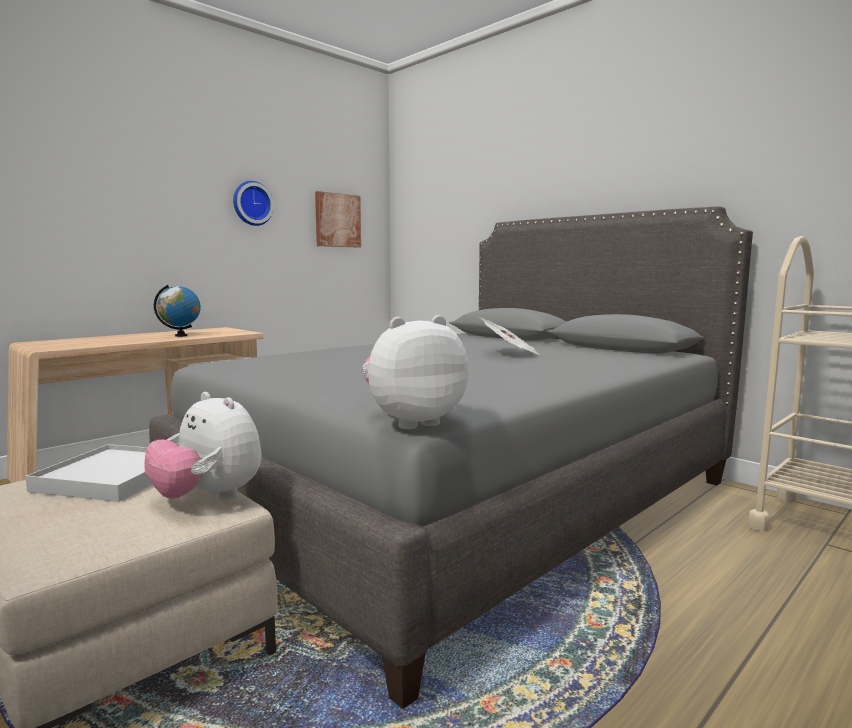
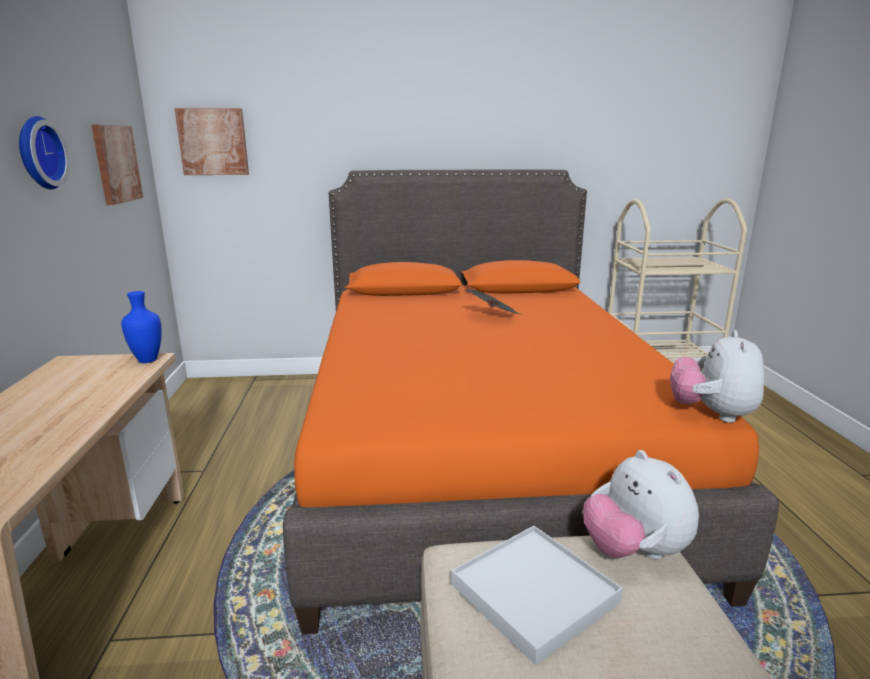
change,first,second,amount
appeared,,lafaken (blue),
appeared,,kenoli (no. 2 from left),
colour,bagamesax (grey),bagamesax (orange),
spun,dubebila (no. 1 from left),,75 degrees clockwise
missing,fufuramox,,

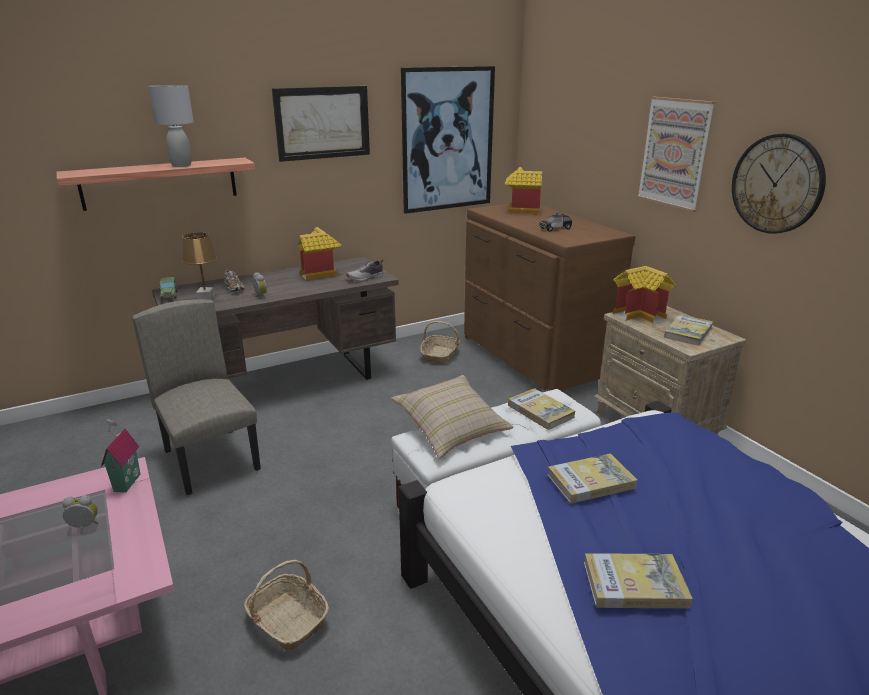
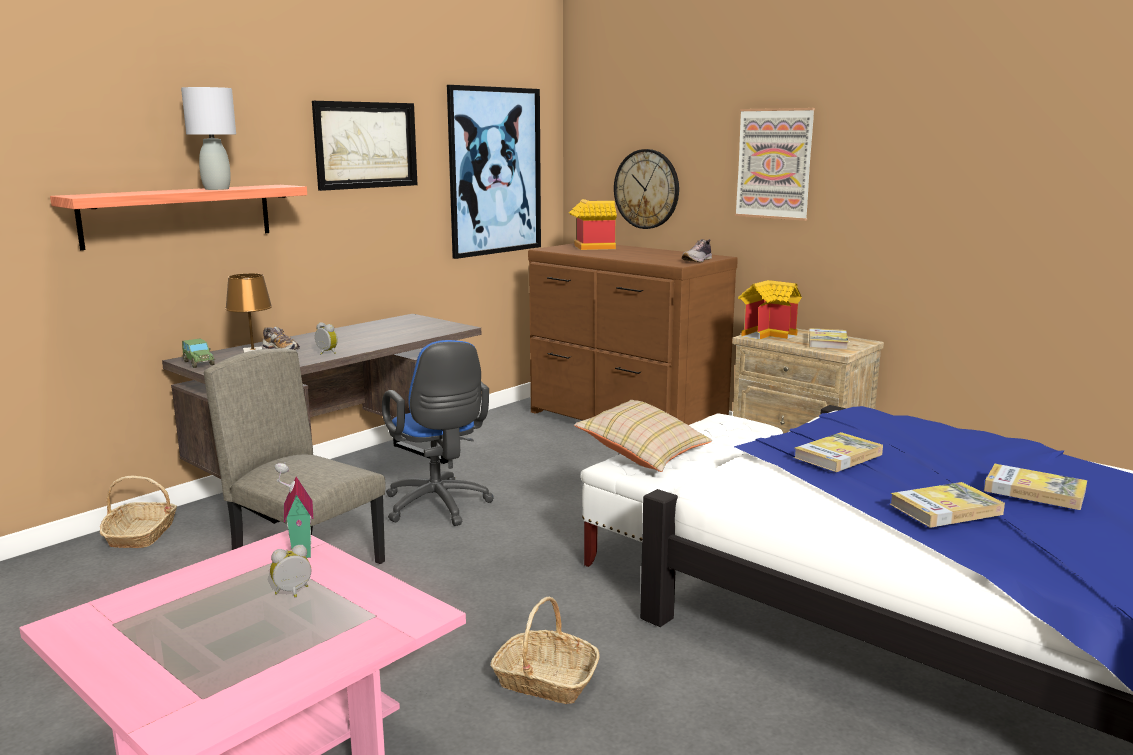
change,first,second,amount
relocated,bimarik (no. 2 from left in the first image),bimarik (no. 1 from left),
appeared,,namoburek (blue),
relocated,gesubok,,
relocated,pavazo (no. 2 from left),,
relocated,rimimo (no. 1 from left in the first image),rimimo (no. 4 from left),
missing,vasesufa (no. 2 from left),,
missing,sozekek (no. 2 from left),,

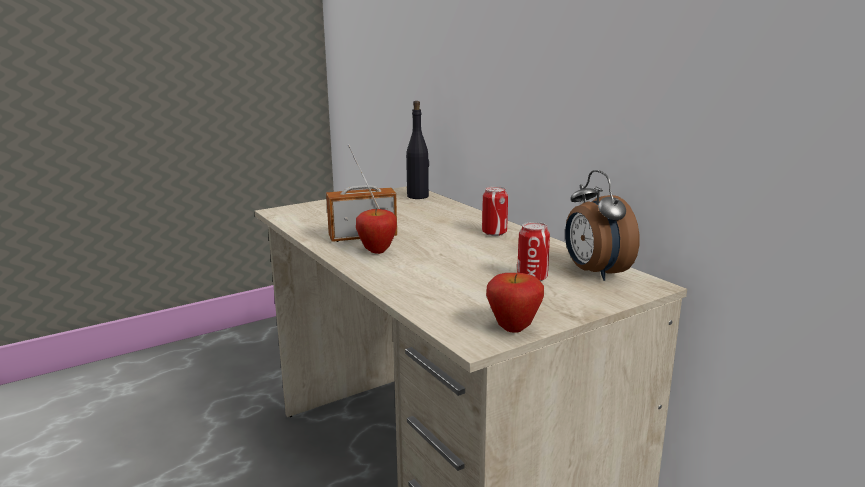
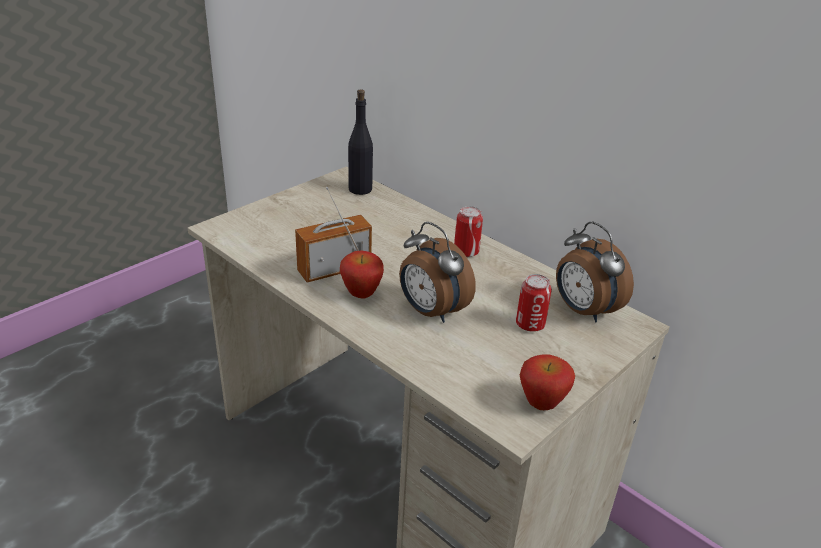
change,first,second,amount
appeared,,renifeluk (no. 1 from left),

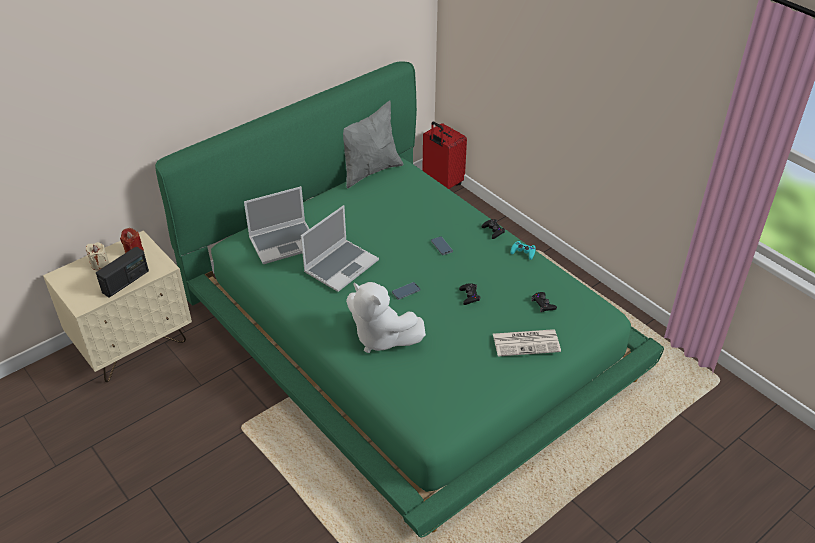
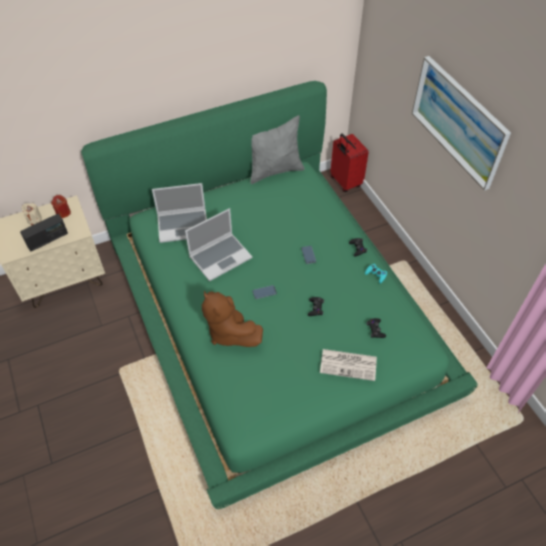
change,first,second,amount
colour,dubebila (white),dubebila (brown),
appeared,,kenoli,

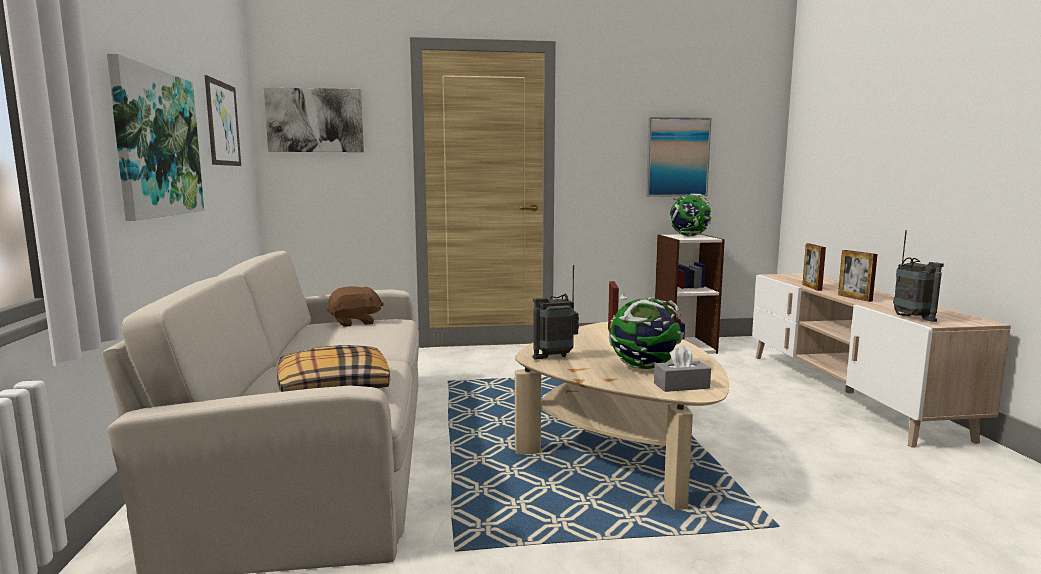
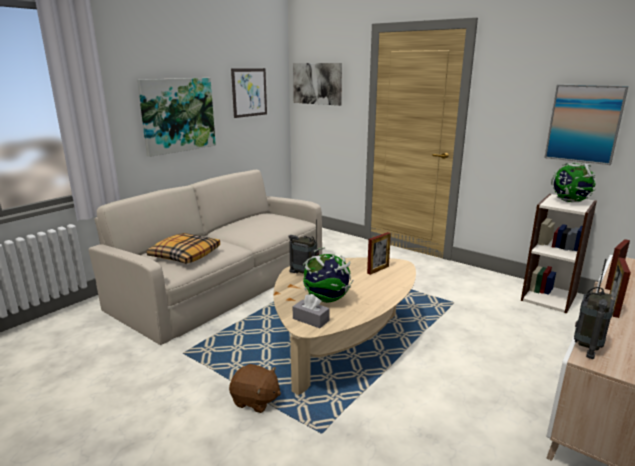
change,first,second,amount
relocated,dubebila (brown),,

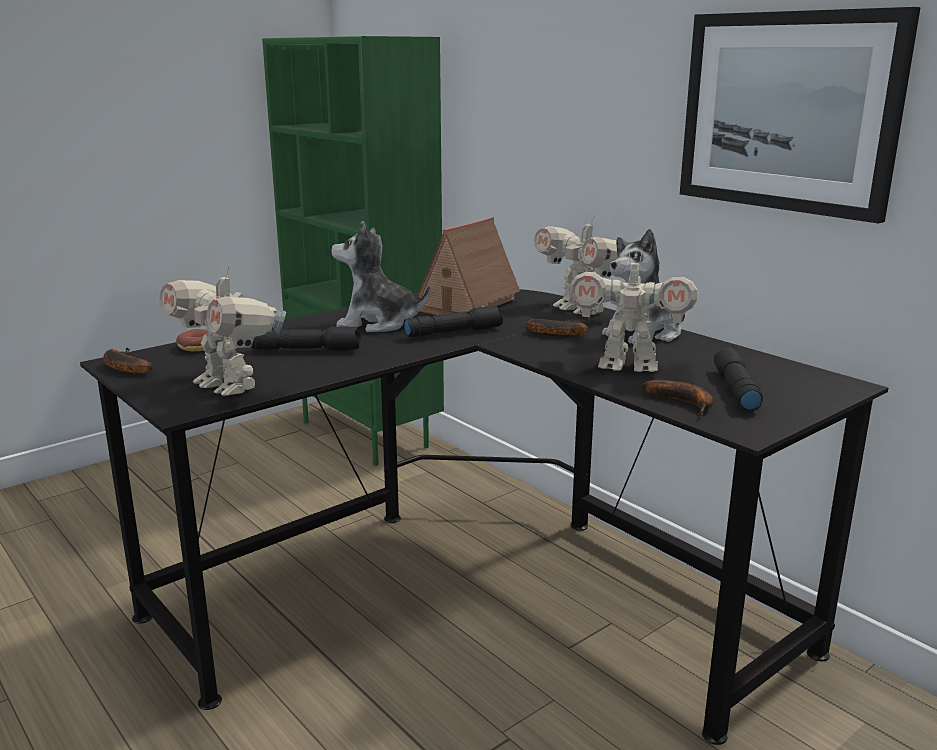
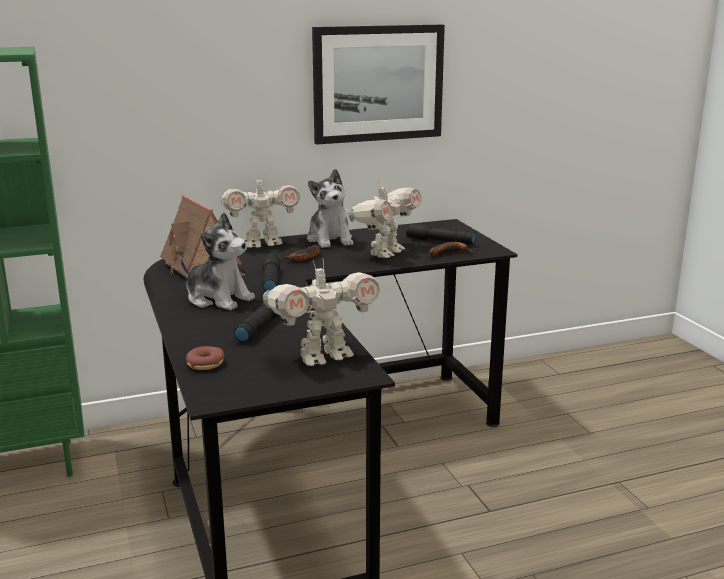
change,first,second,amount
spun,dubebila (no. 1 from left),,90 degrees counterclockwise
missing,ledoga (no. 1 from left),,

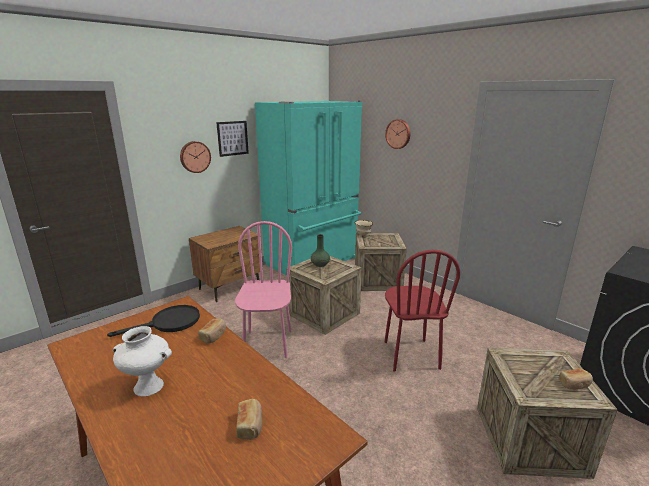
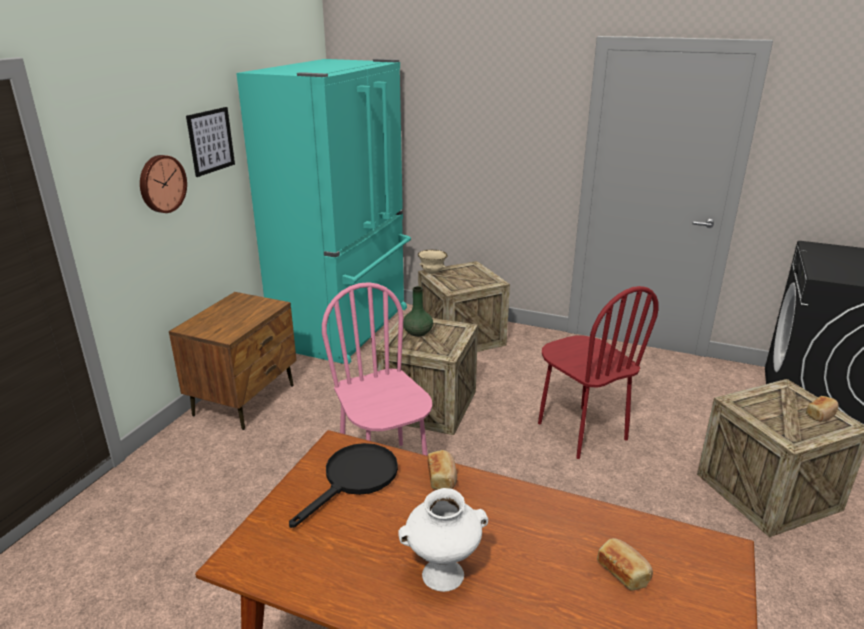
change,first,second,amount
missing,gesubok (no. 2 from left),,

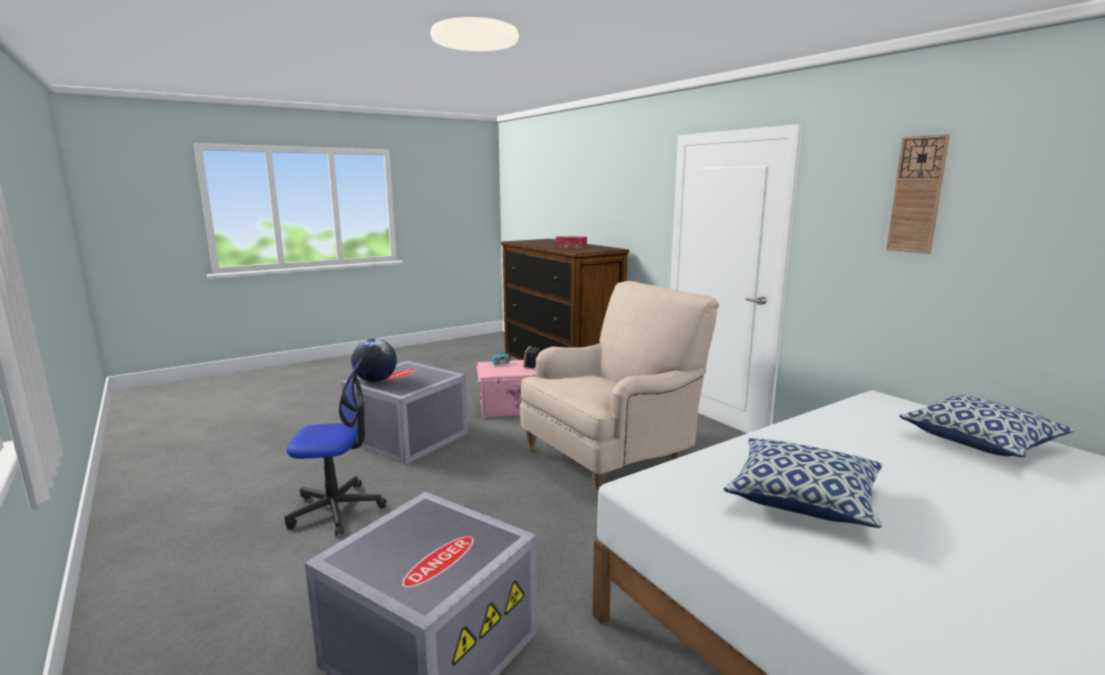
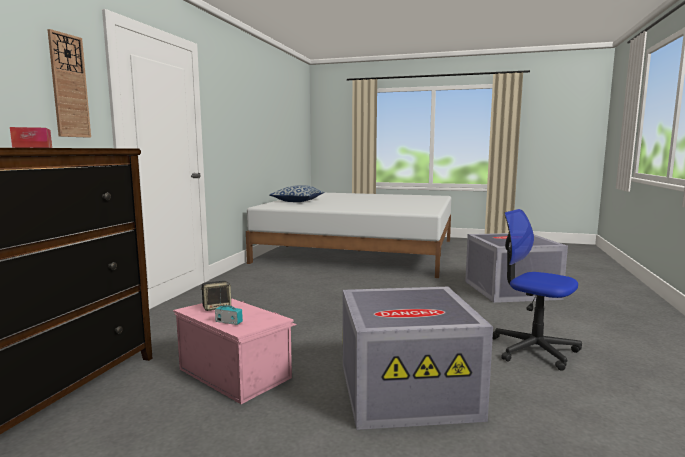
change,first,second,amount
relocated,gesubok,,
missing,fufuramox,,
missing,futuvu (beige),,
missing,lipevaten (no. 1 from left),,

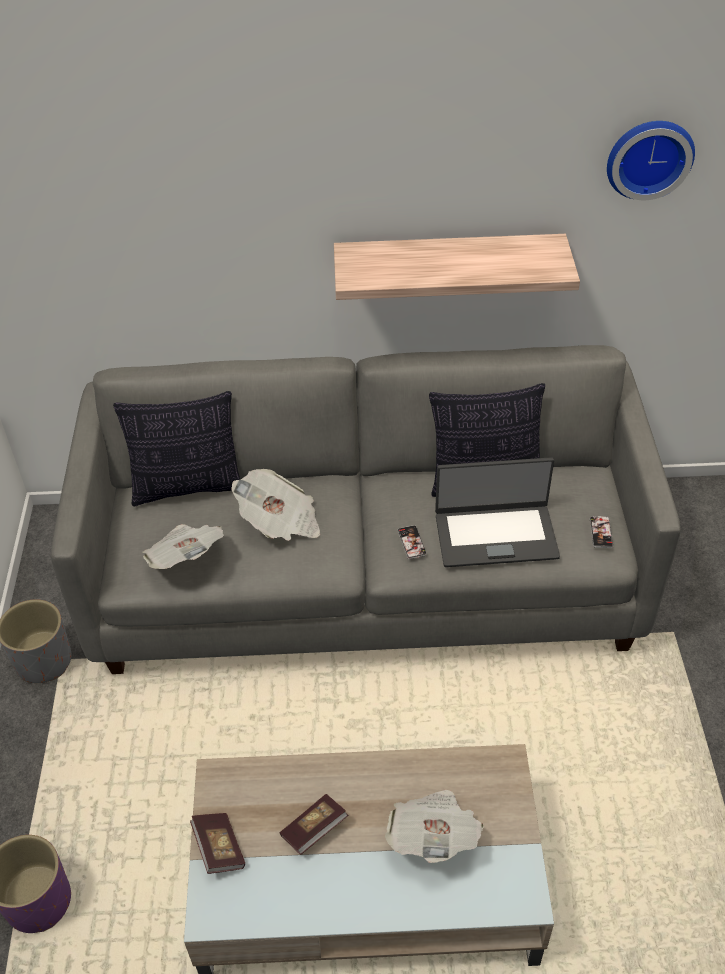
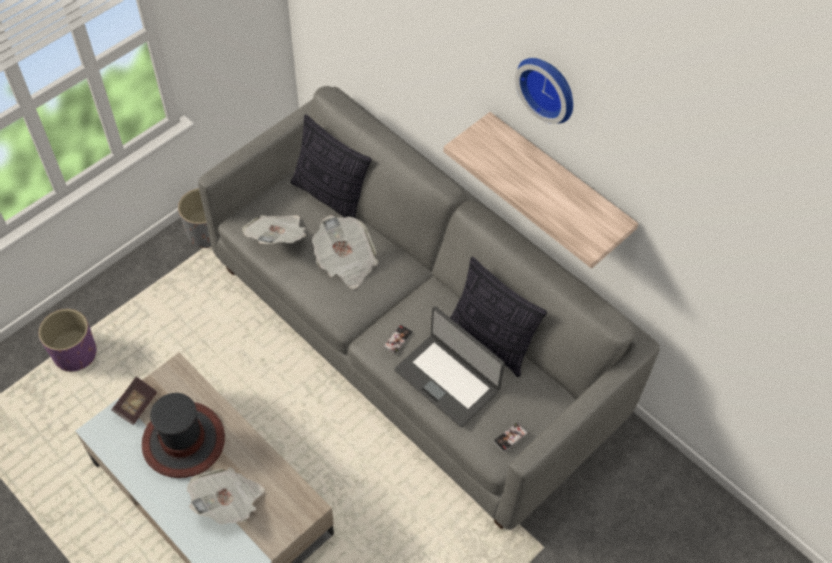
change,first,second,amount
exchanged,rimimo (no. 2 from left),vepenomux,
relocated,gesubok,,

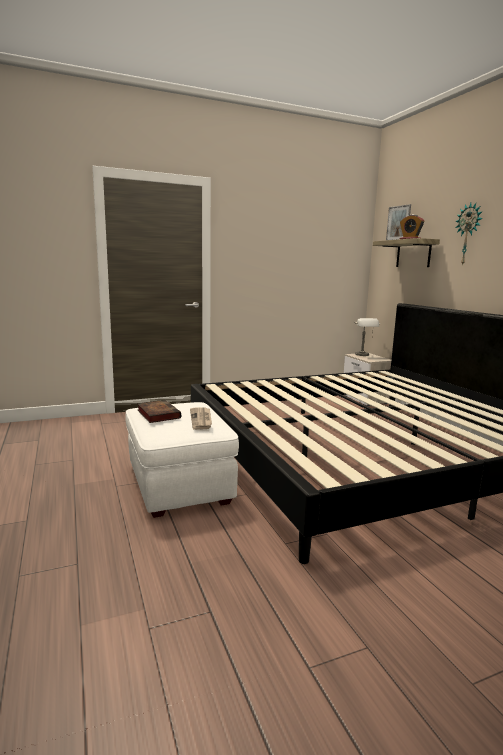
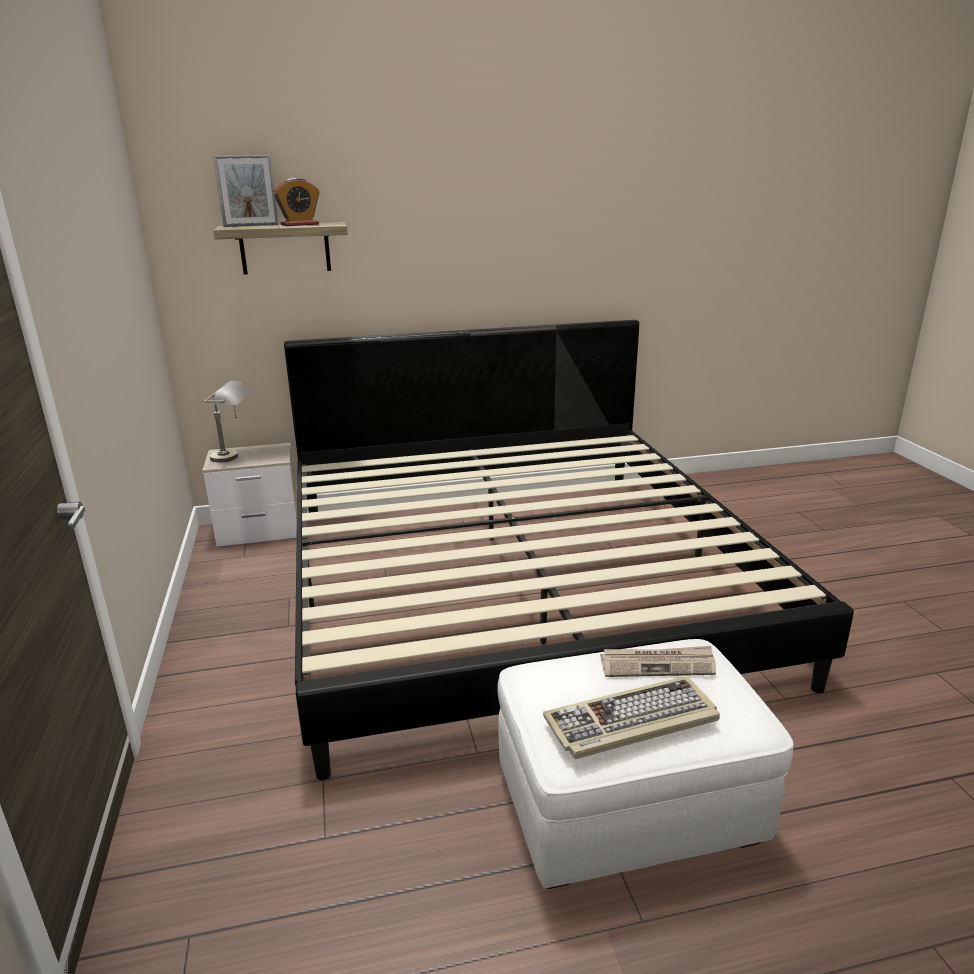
change,first,second,amount
exchanged,rimimo,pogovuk,
missing,gesubok,,

